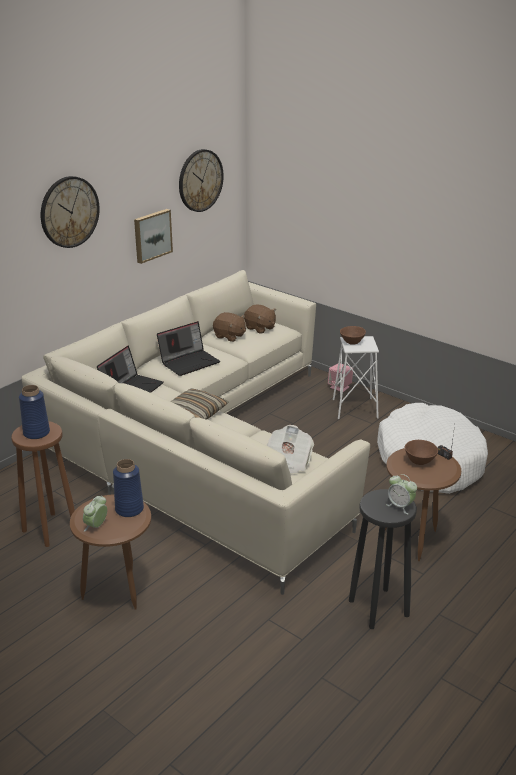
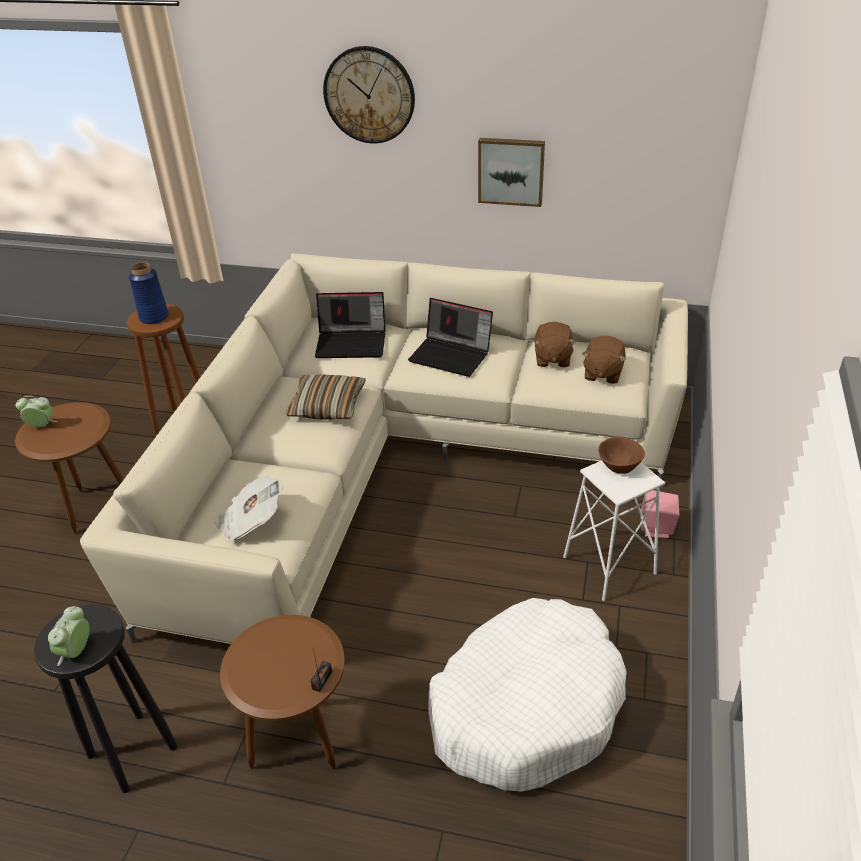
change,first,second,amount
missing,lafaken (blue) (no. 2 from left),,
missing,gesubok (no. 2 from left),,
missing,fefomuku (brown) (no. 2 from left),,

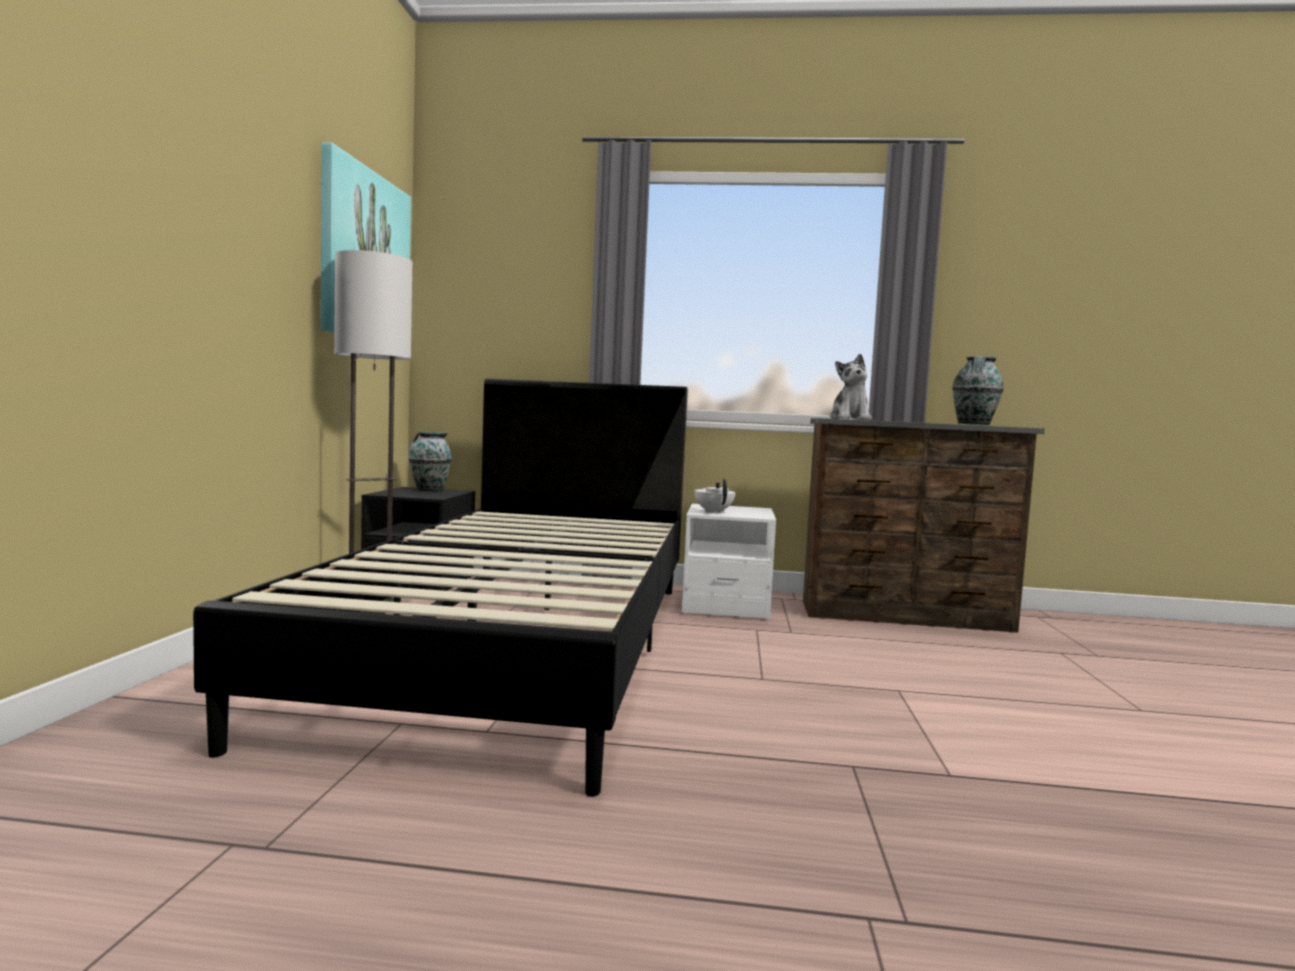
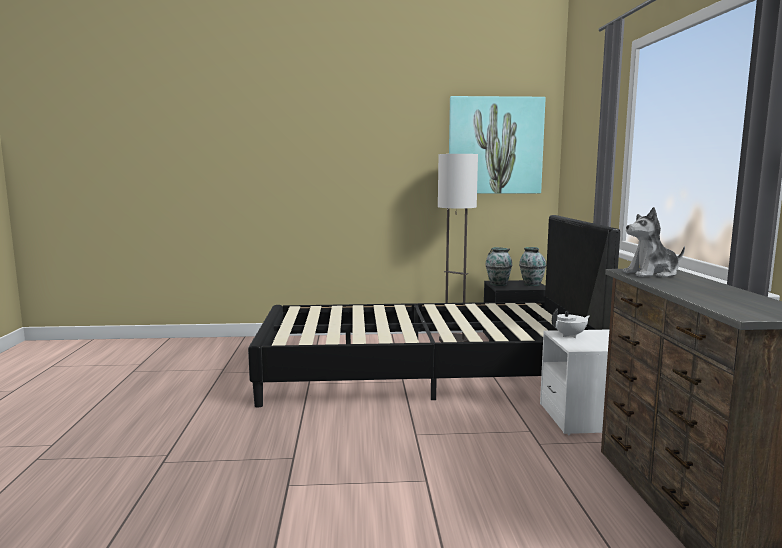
change,first,second,amount
relocated,lafaken (no. 2 from left in the first image),lafaken (no. 1 from left),

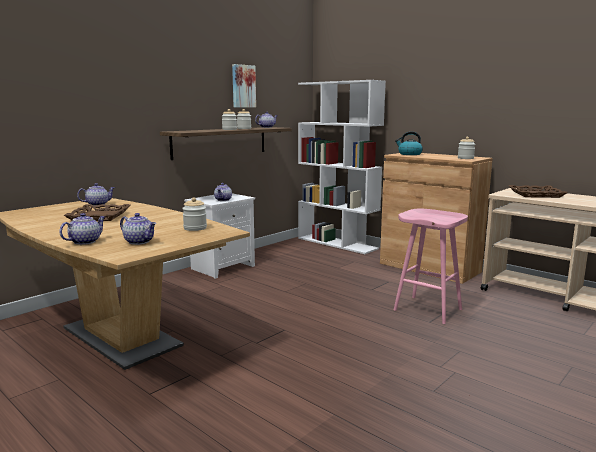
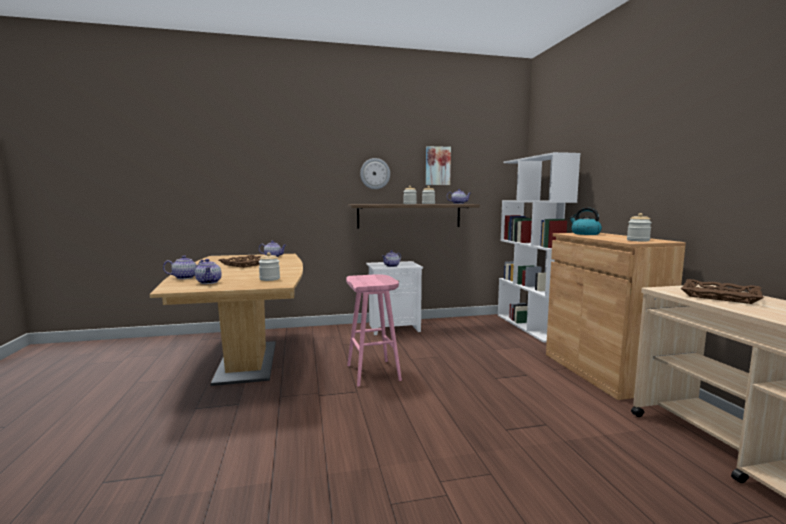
change,first,second,amount
relocated,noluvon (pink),,
appeared,,gesubok,

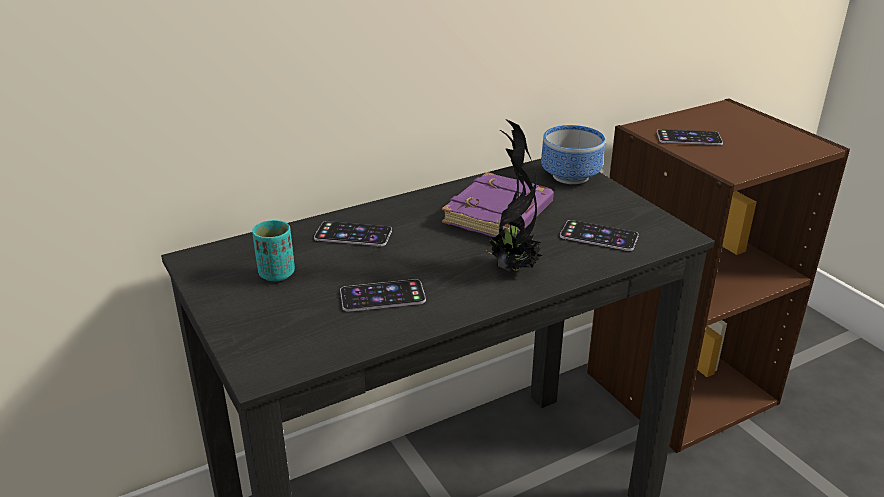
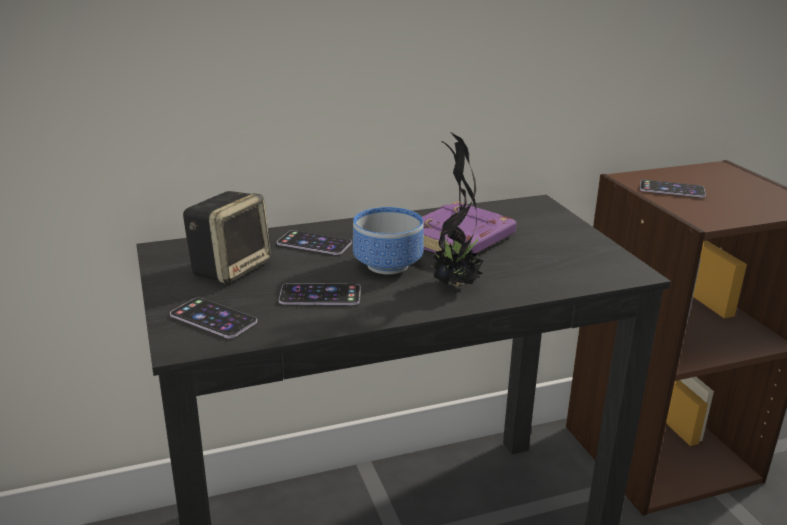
change,first,second,amount
relocated,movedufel (no. 3 from left in the first image),movedufel (no. 1 from left),
exchanged,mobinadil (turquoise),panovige,
relocated,fefomuku,,

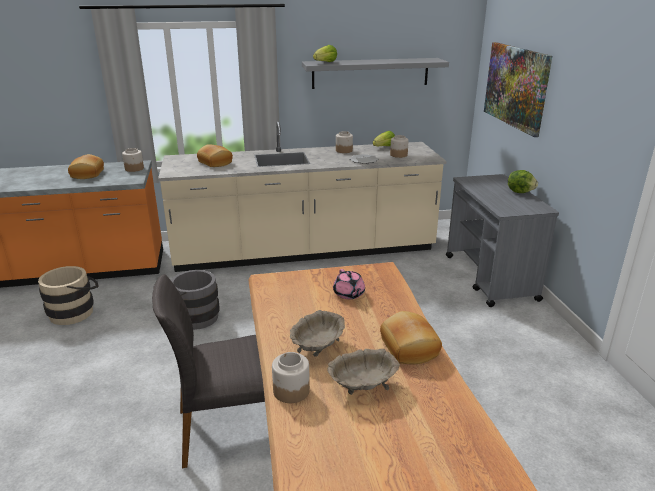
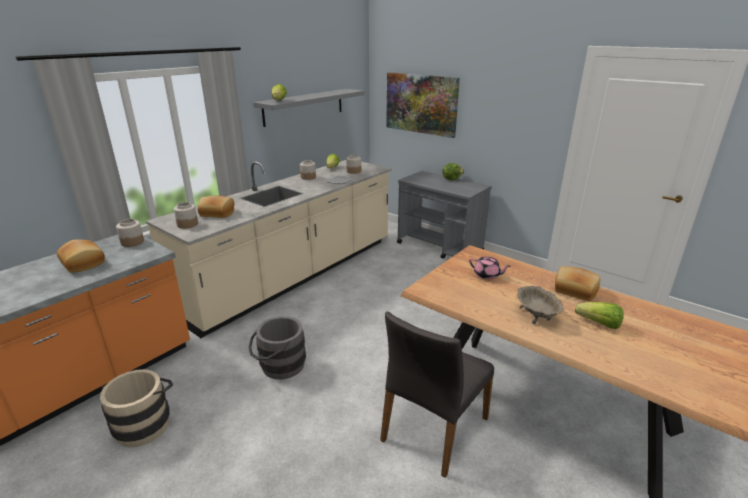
change,first,second,amount
relocated,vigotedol (no. 2 from left),,
exchanged,fefomuku (beige) (no. 2 from left),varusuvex (no. 4 from left),

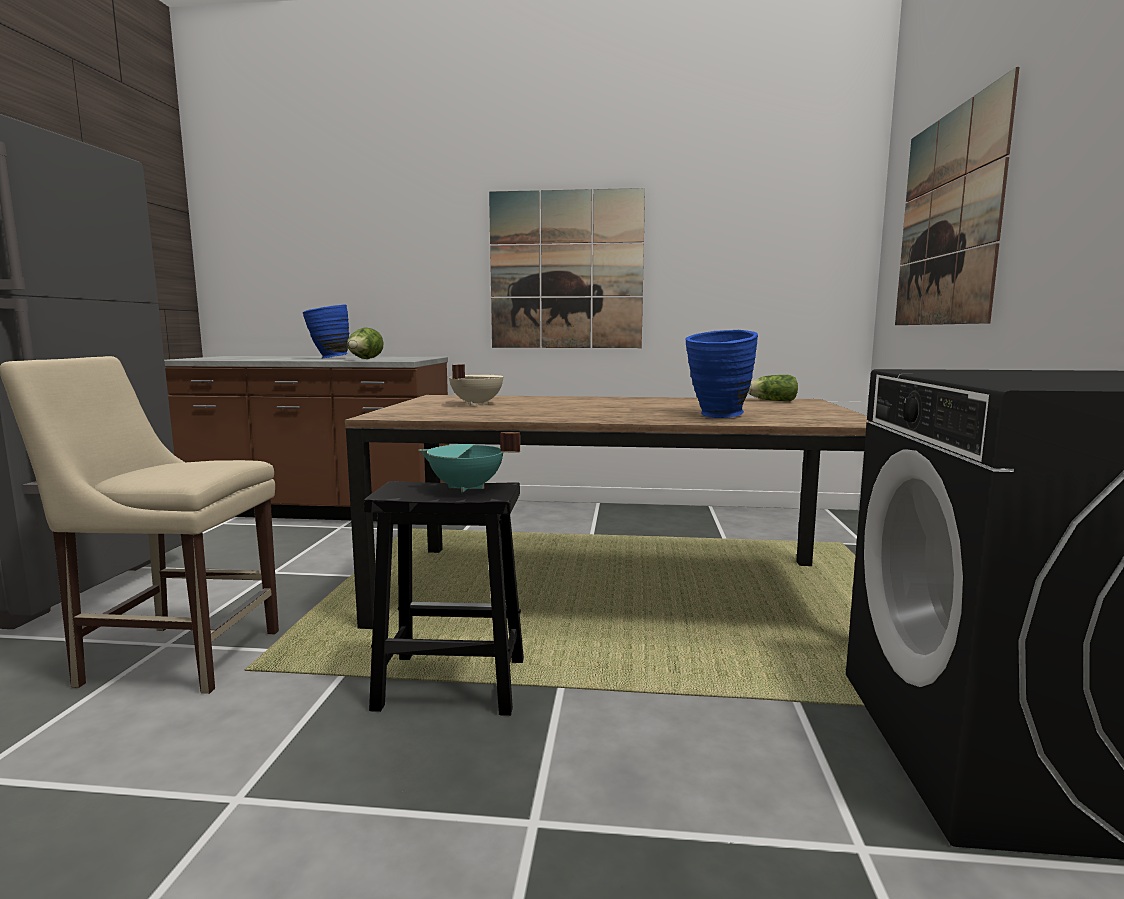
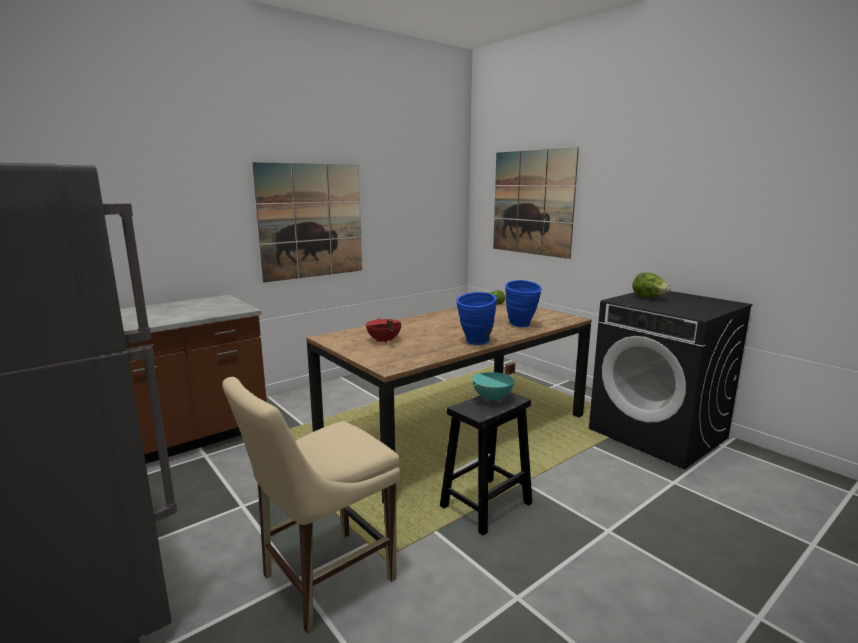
change,first,second,amount
colour,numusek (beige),numusek (red),
relocated,lafaken (blue) (no. 1 from left),,
relocated,varusuvex (no. 1 from left in the first image),varusuvex (no. 2 from left),

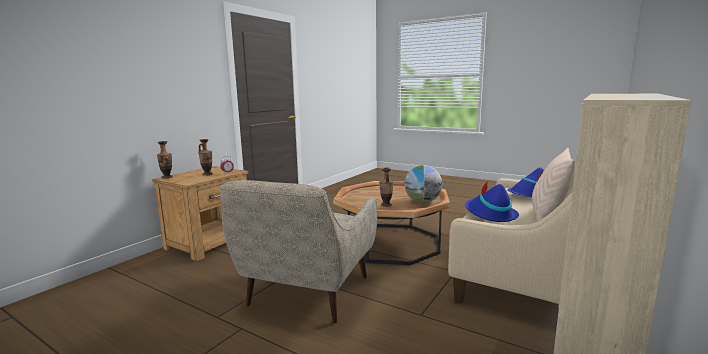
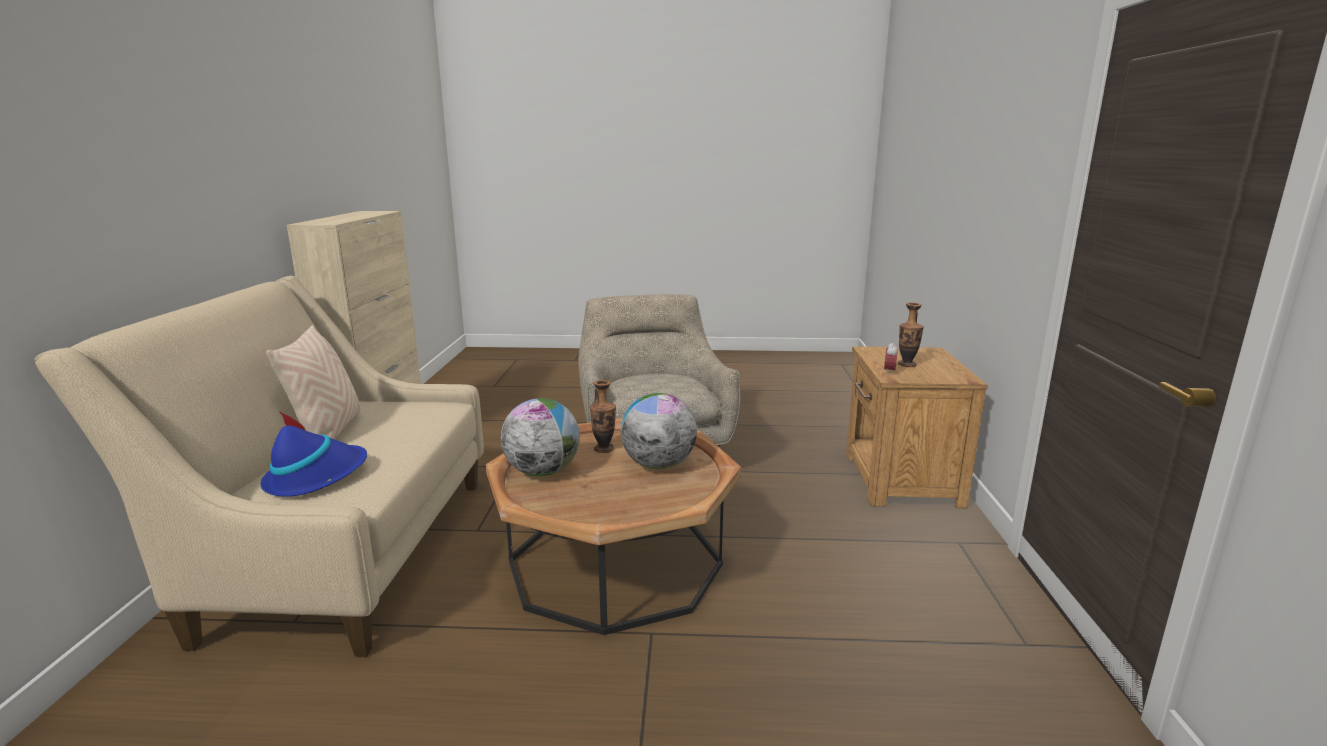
change,first,second,amount
appeared,,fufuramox (no. 2 from left),
missing,lafaken (no. 1 from left),,
missing,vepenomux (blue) (no. 1 from left),,

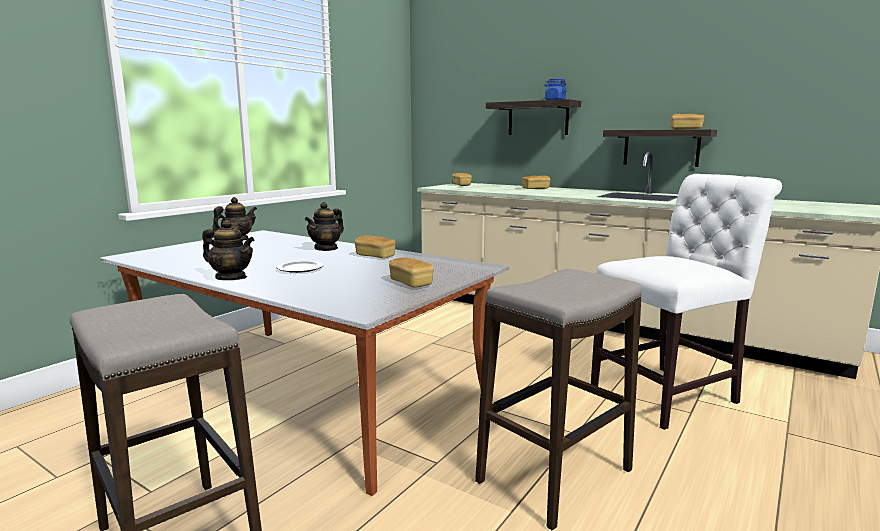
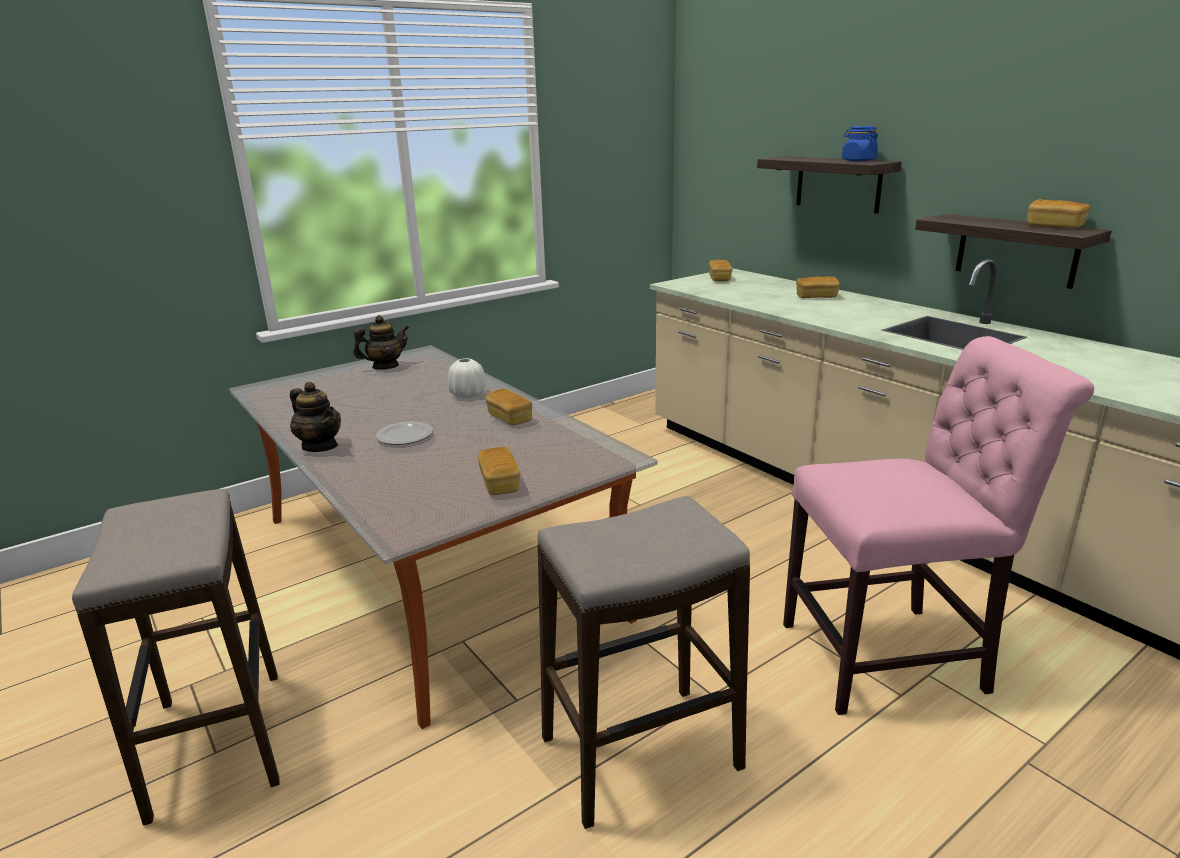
change,first,second,amount
exchanged,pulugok (no. 3 from left),lafaken (white),
colour,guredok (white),guredok (pink),

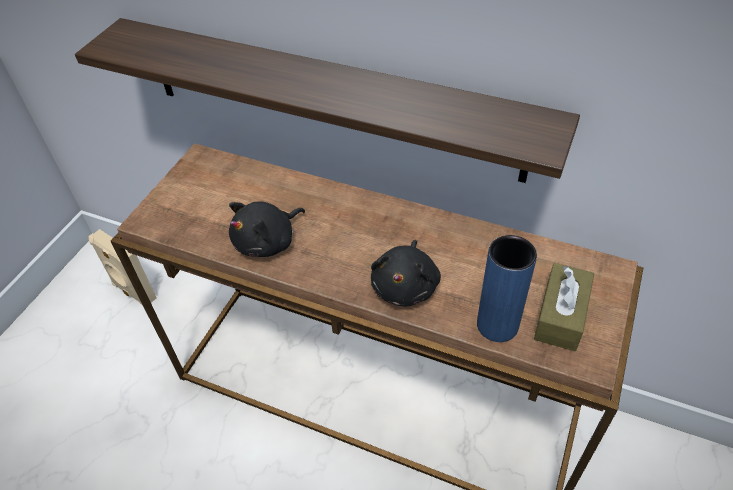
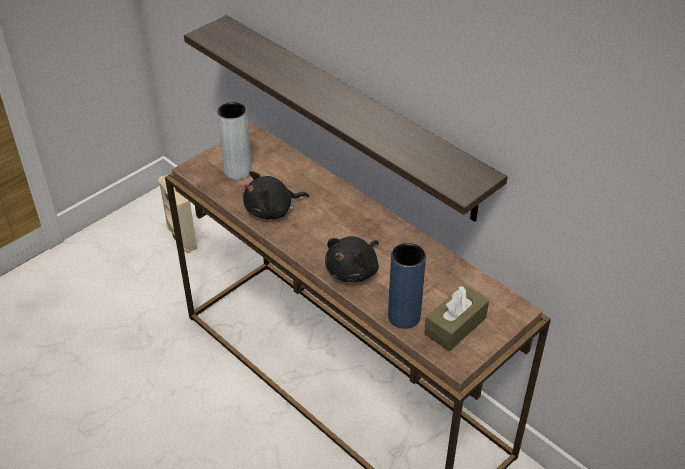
change,first,second,amount
appeared,,lafaken (grey),

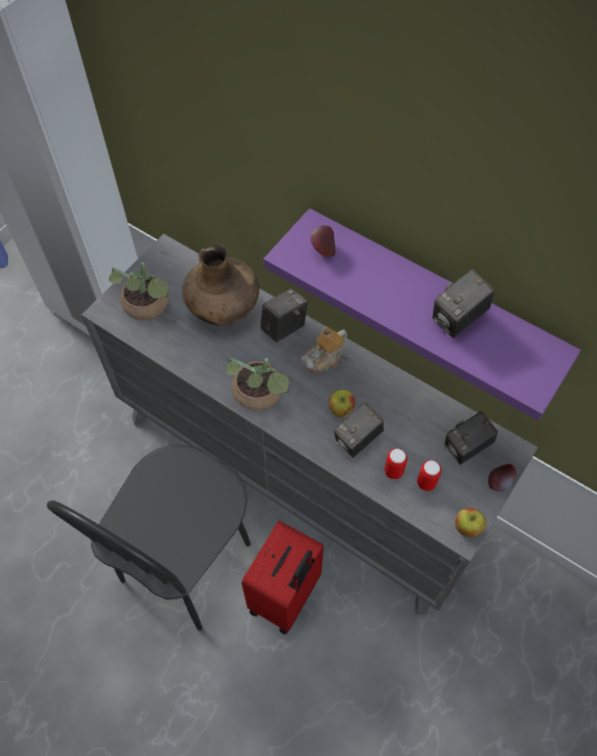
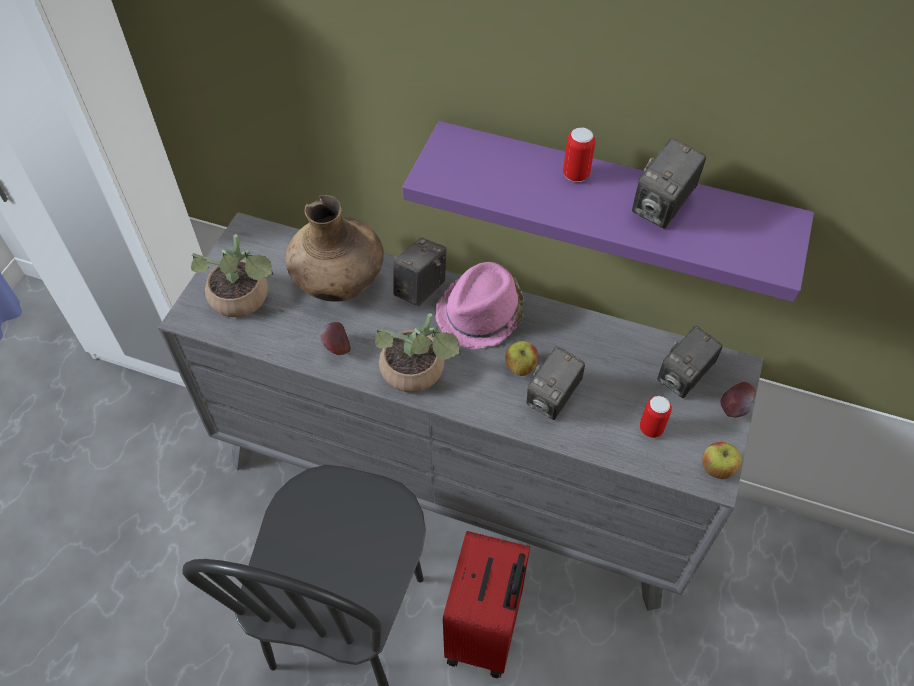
change,first,second,amount
relocated,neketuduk (no. 1 from left),,
exchanged,pulugok,vepenomux (pink),
relocated,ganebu (no. 1 from left),,

